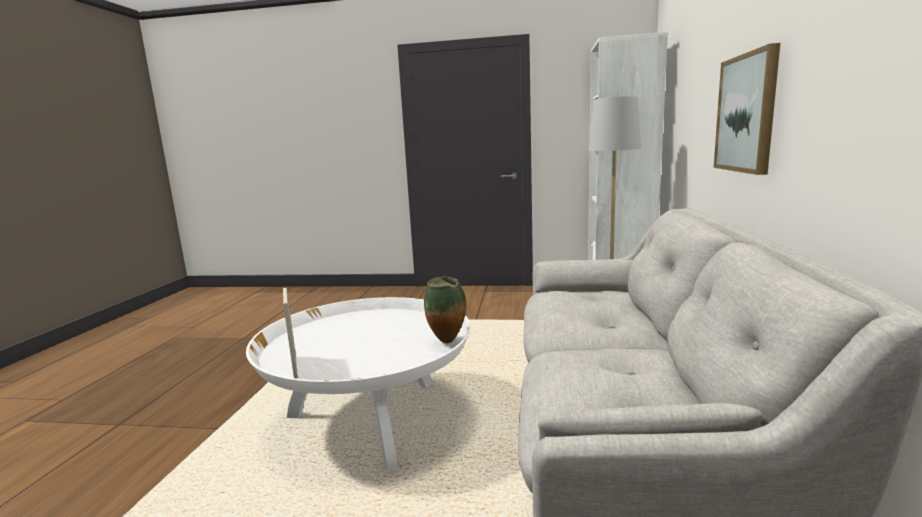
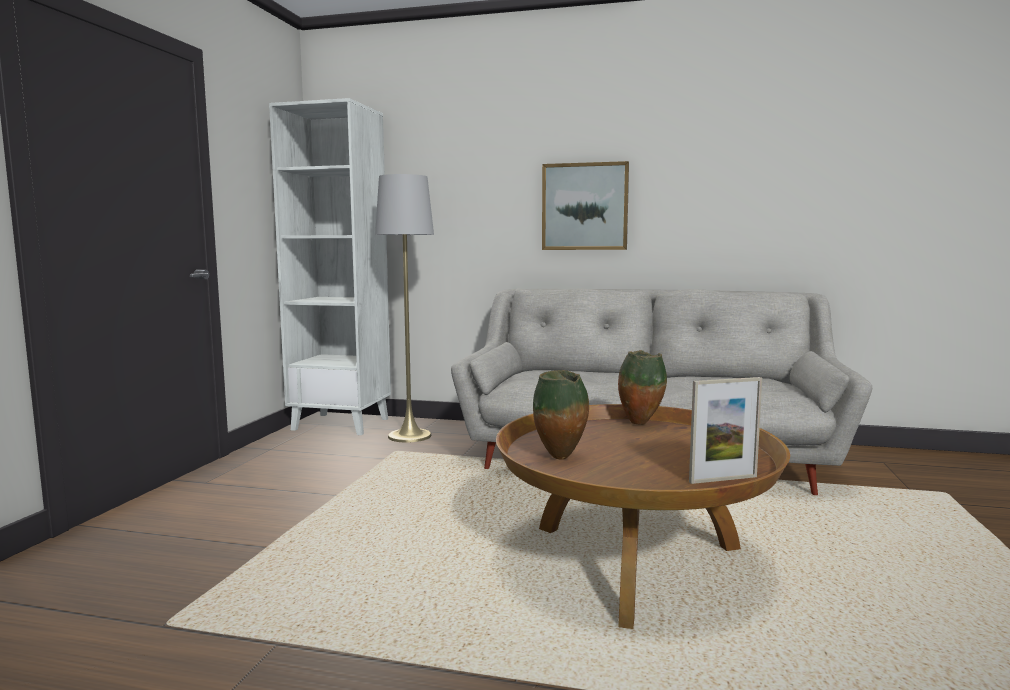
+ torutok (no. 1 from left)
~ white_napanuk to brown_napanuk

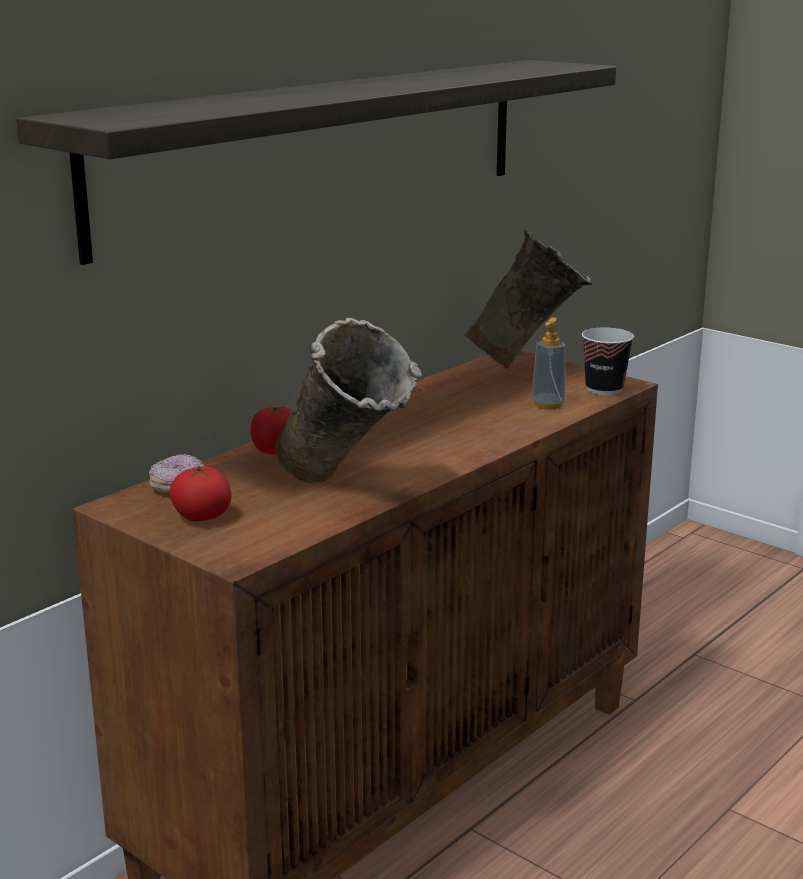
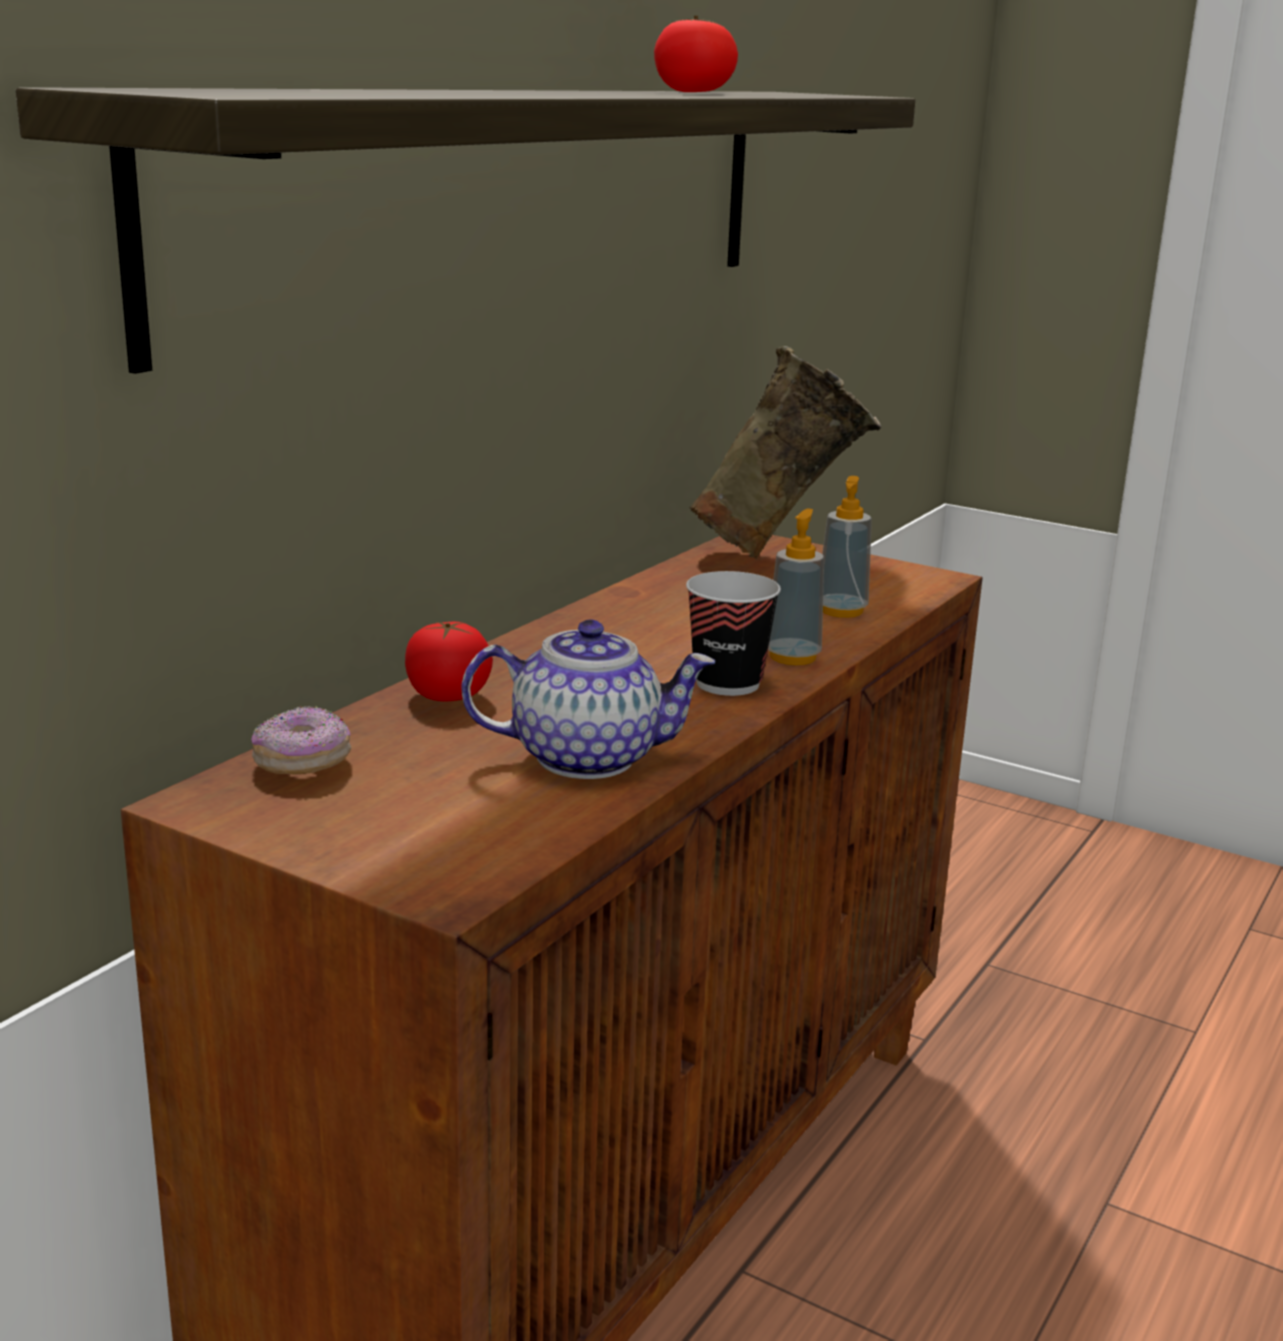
+ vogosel (no. 1 from left)
~ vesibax (no. 1 from left in the first image) to vesibax (no. 2 from left)
~ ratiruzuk
~ beige_torutok (no. 1 from left) to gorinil

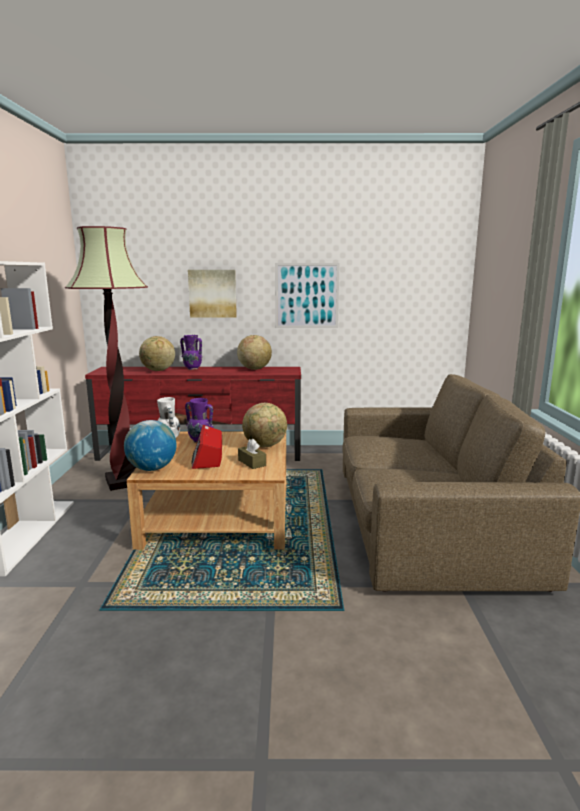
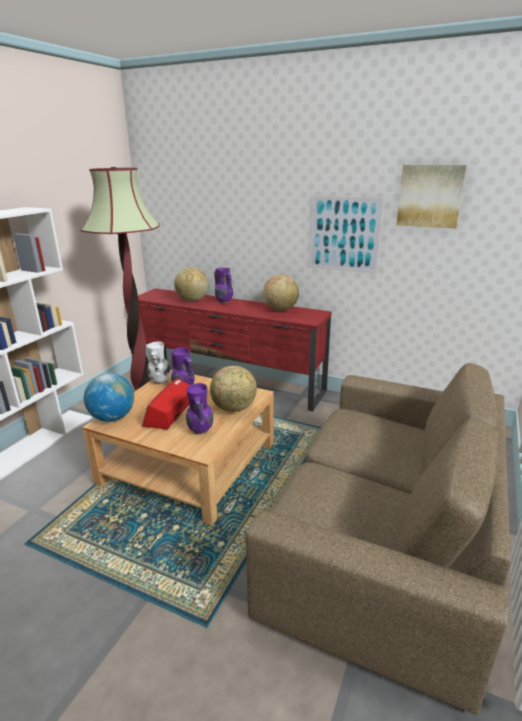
~ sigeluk (no. 1 from left in the first image) to sigeluk (no. 2 from left)
~ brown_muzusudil to purple_torutok (no. 2 from left)

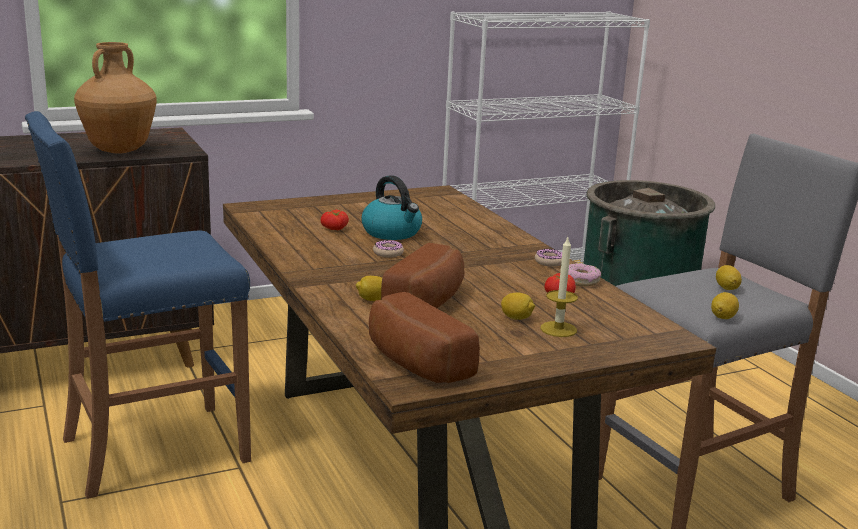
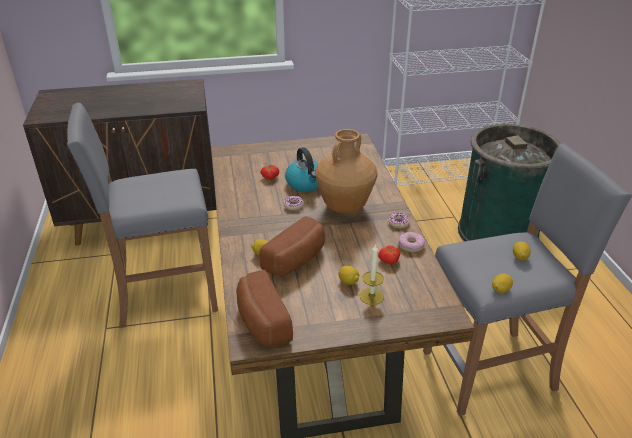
~ brown_torutok
~ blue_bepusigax to grey_bepusigax (no. 1 from left)

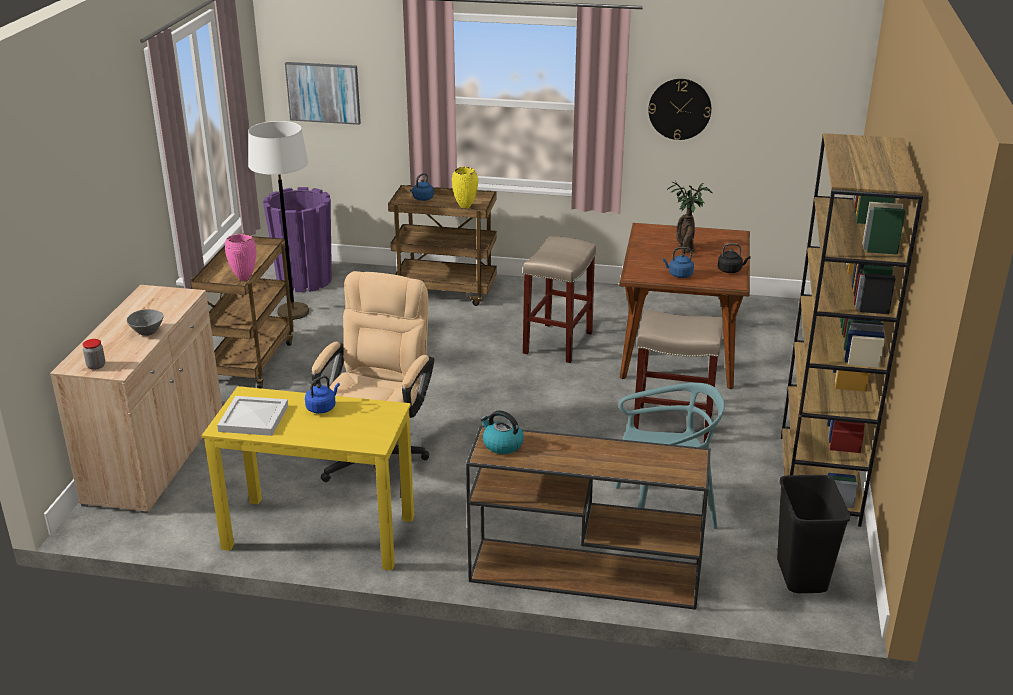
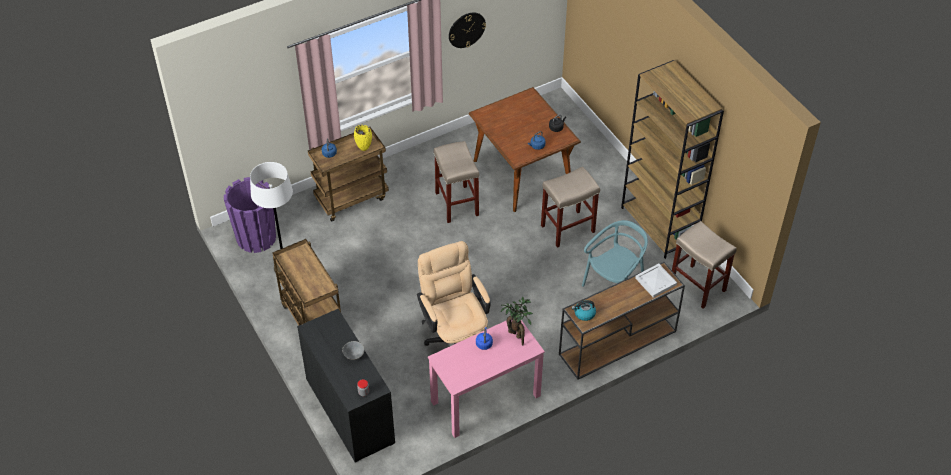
- pink_torutok
- sigeluk
~ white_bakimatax
~ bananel
~ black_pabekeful to beige_bepusigax (no. 3 from left)
~ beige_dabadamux to black_dabadamux
~ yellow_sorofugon to pink_sorofugon

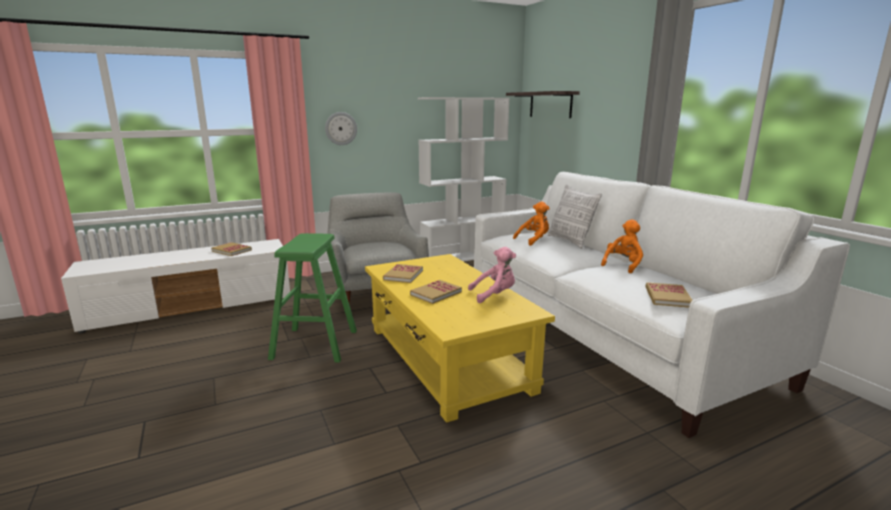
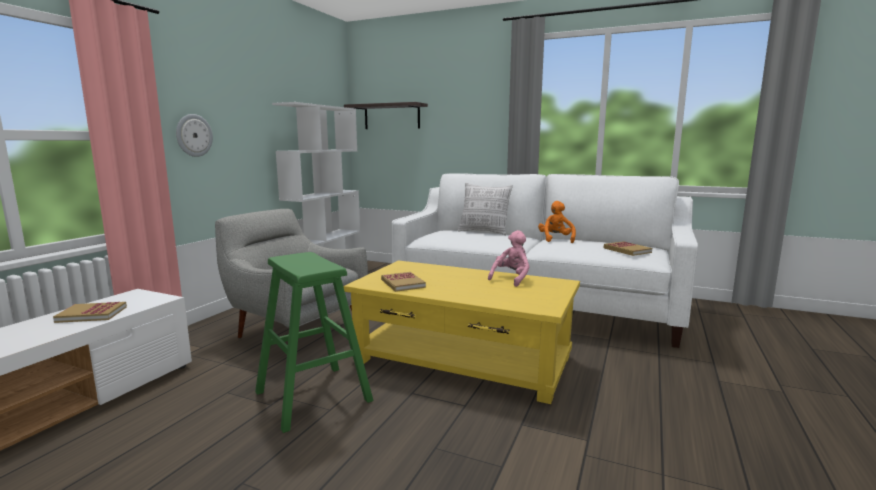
- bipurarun (no. 3 from left)
- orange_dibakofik (no. 1 from left)

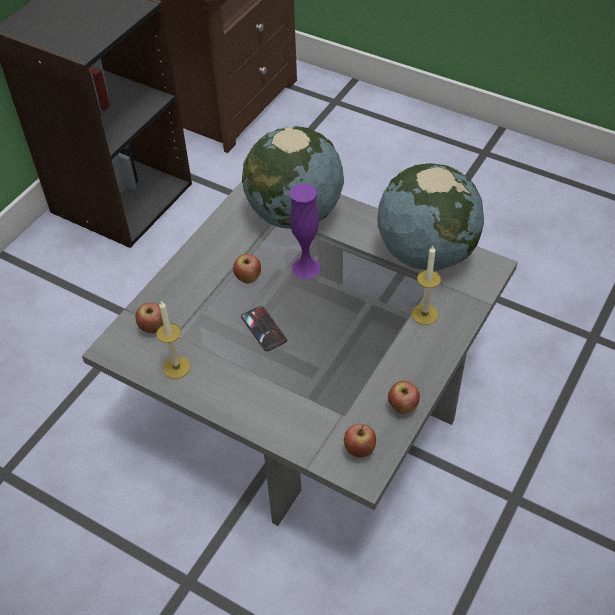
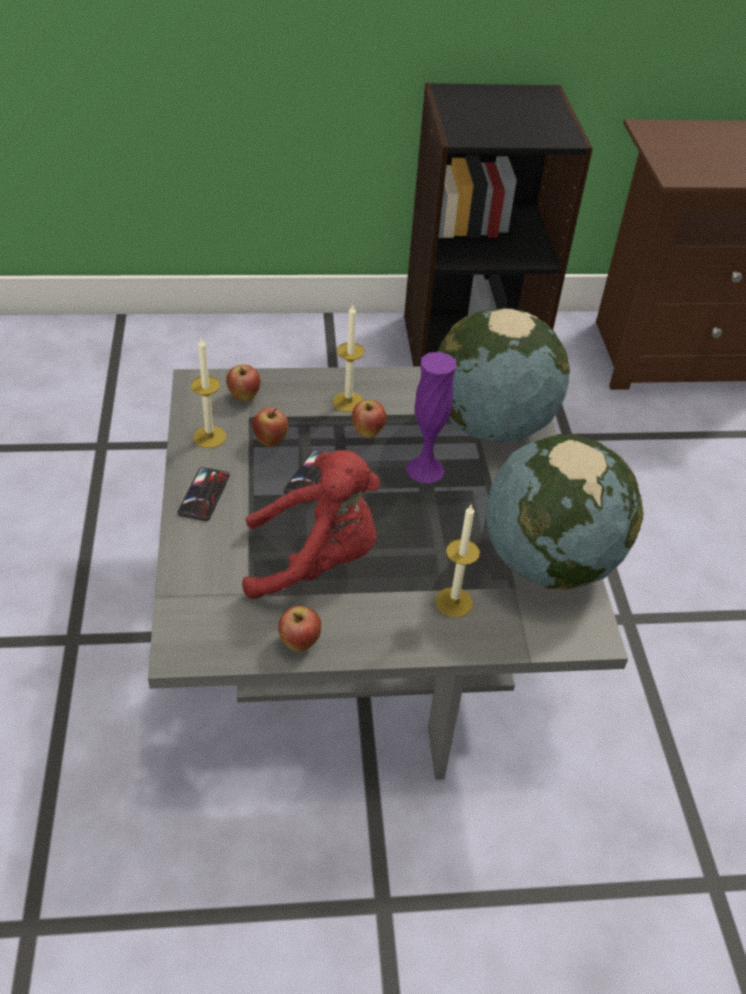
+ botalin (no. 1 from left)
+ red_dibakofik
+ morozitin (no. 2 from left)
~ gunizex (no. 3 from left in the first image) to gunizex (no. 2 from left)

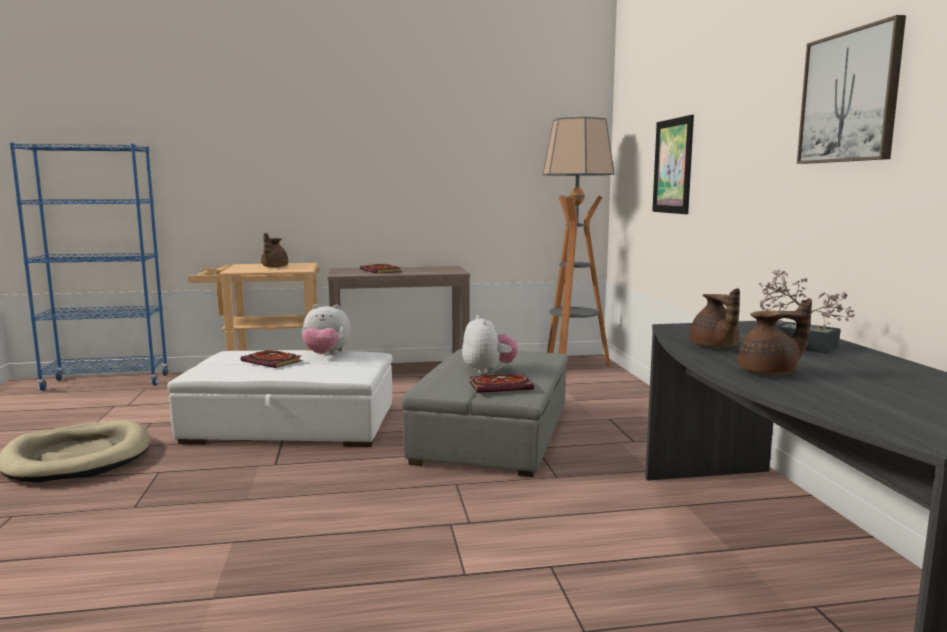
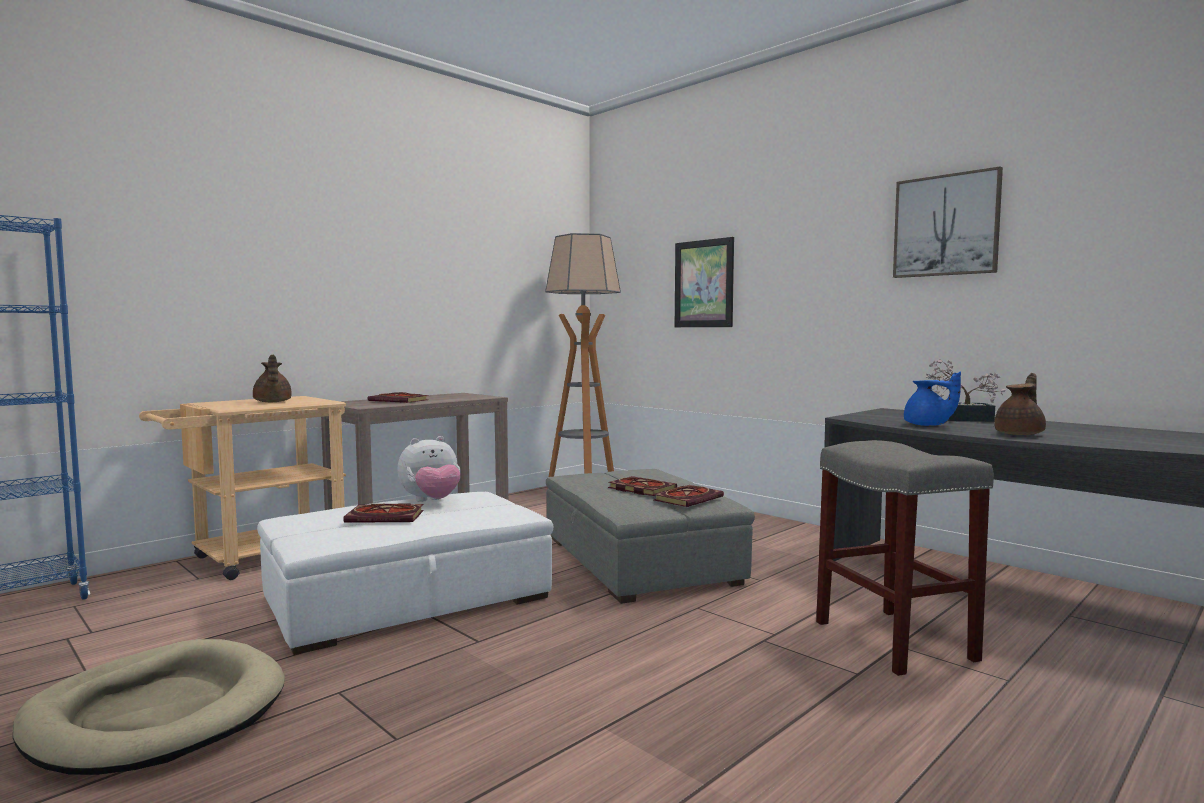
+ grey_bepusigax
~ dibakofik (no. 2 from left) to bipurarun (no. 3 from left)
~ brown_gorinil (no. 2 from left) to blue_gorinil

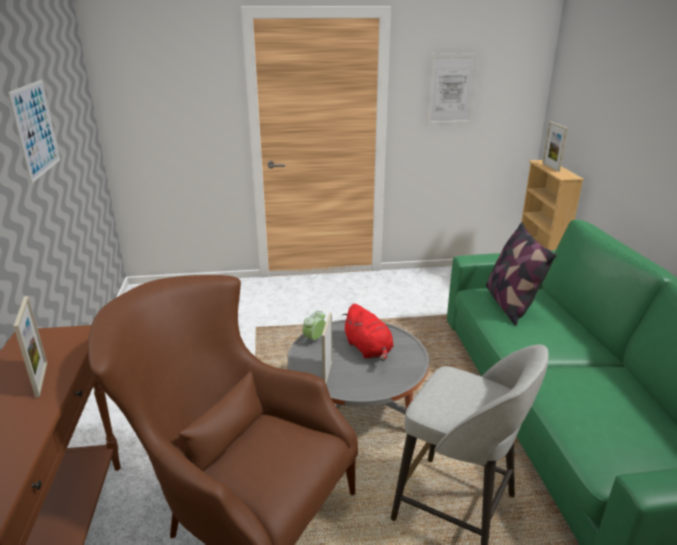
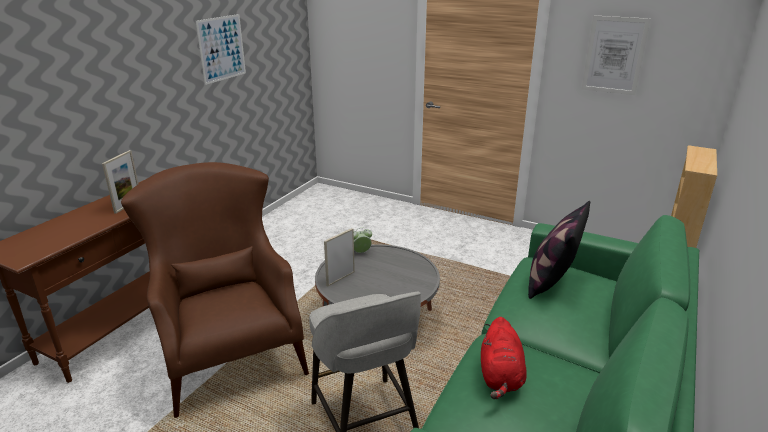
- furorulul (no. 3 from left)
~ red_dibakofik

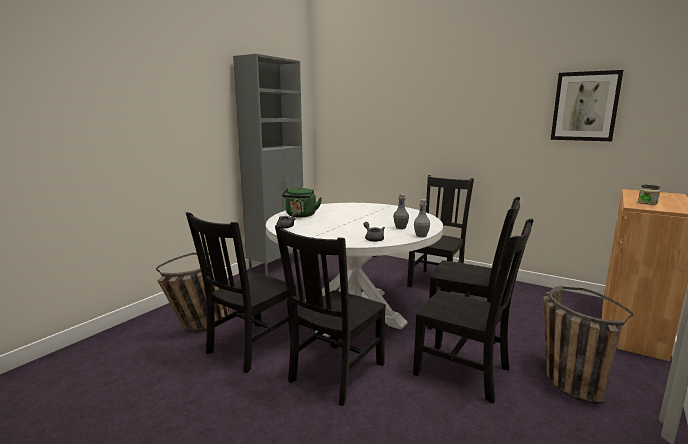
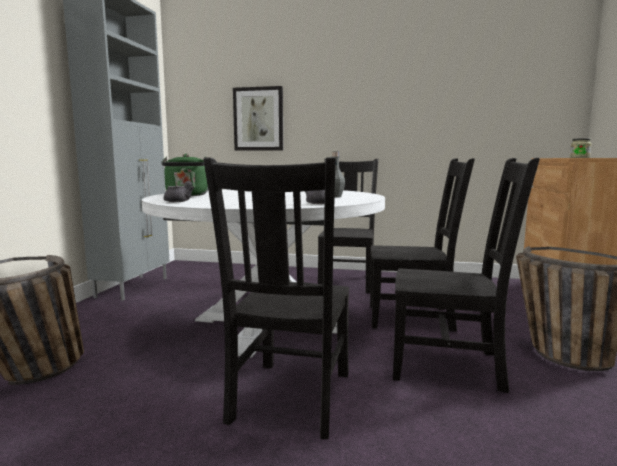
- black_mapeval (no. 1 from left)
- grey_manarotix (no. 2 from left)
~ sigeluk

